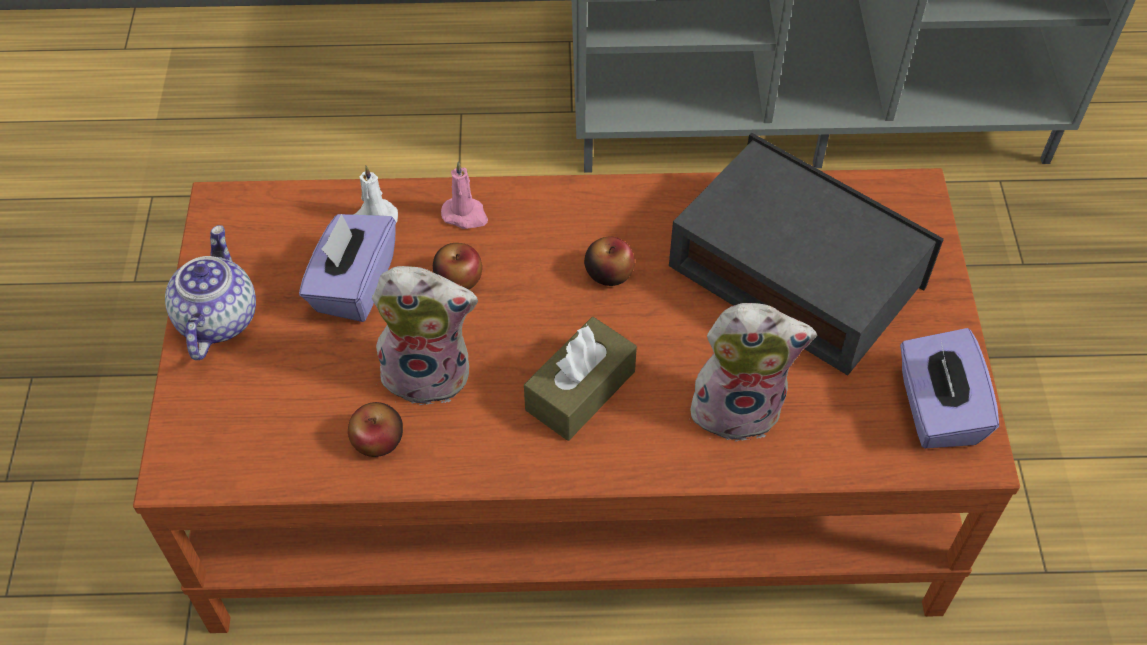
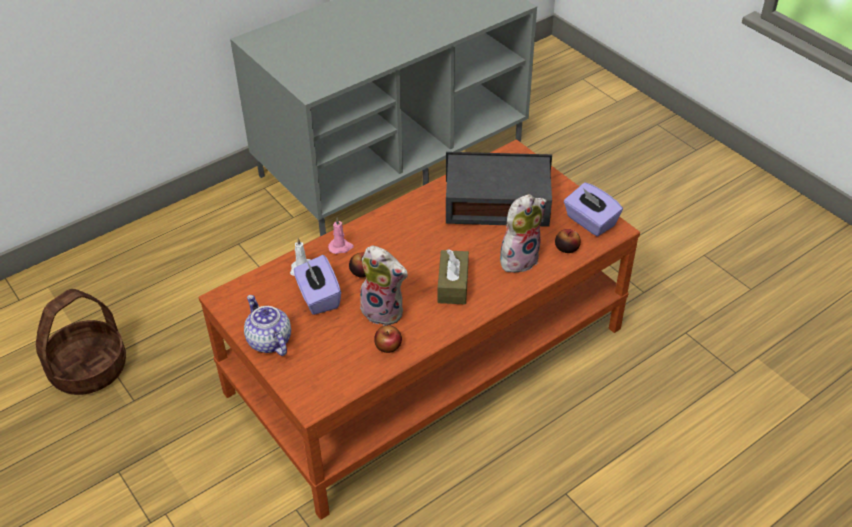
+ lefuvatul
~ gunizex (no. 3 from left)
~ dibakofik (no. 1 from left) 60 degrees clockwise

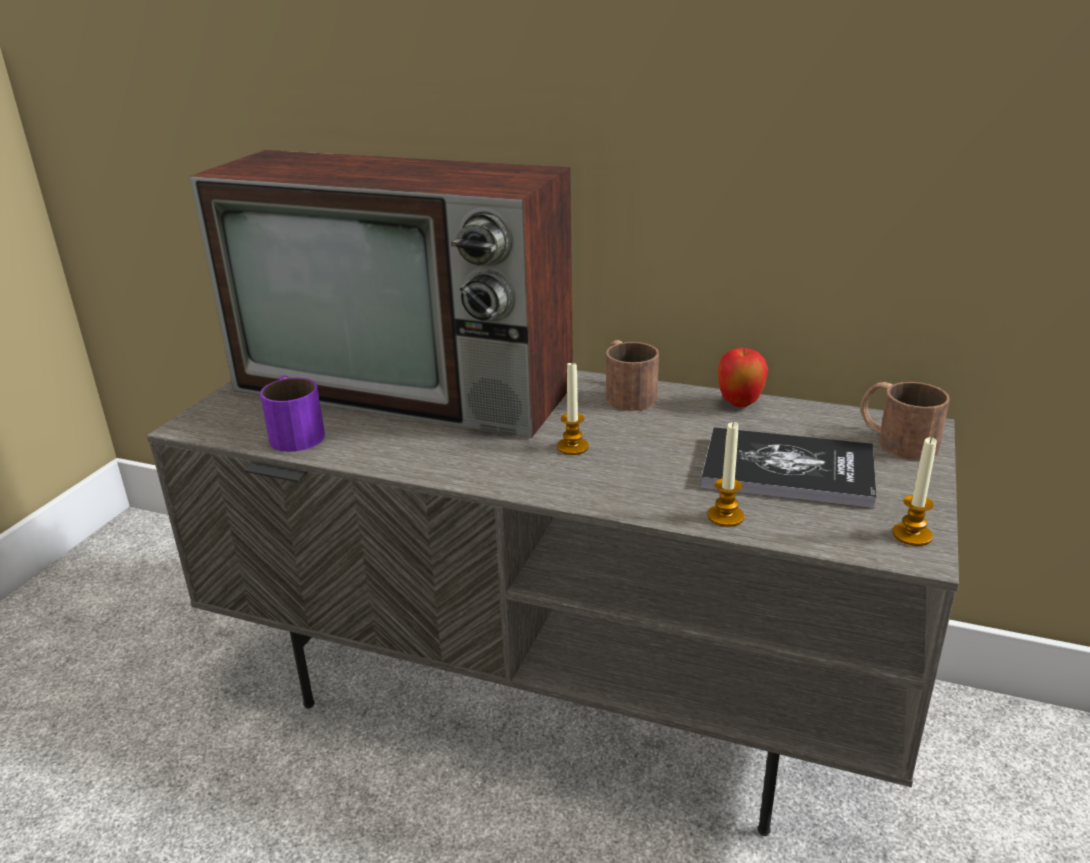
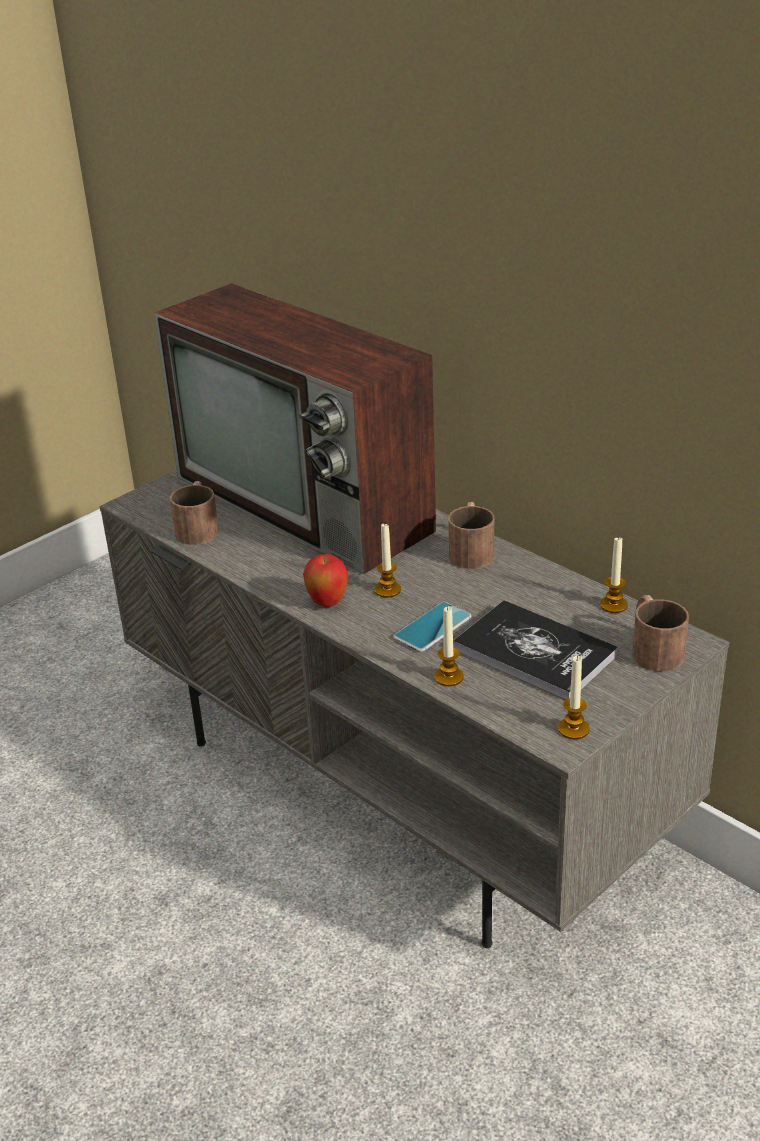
+ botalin
+ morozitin (no. 4 from left)
~ gunizex
~ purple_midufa to brown_midufa (no. 1 from left)

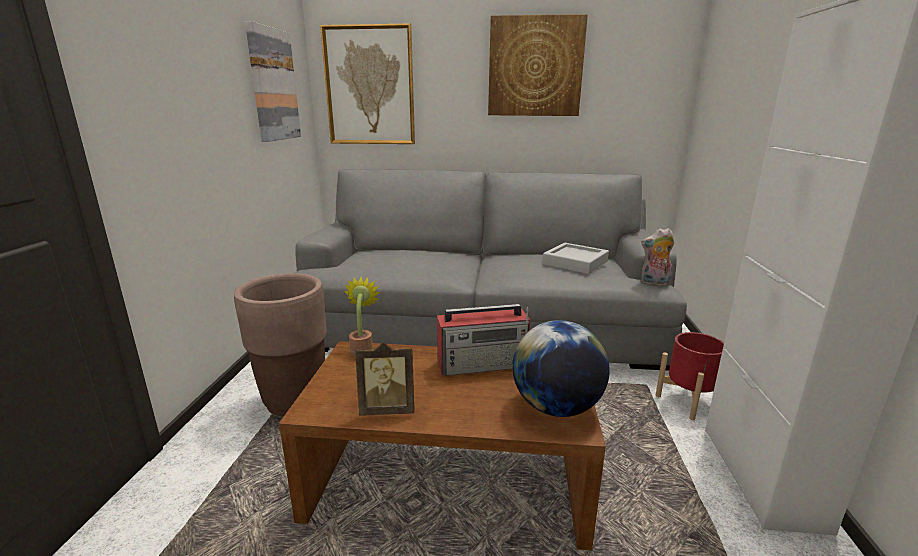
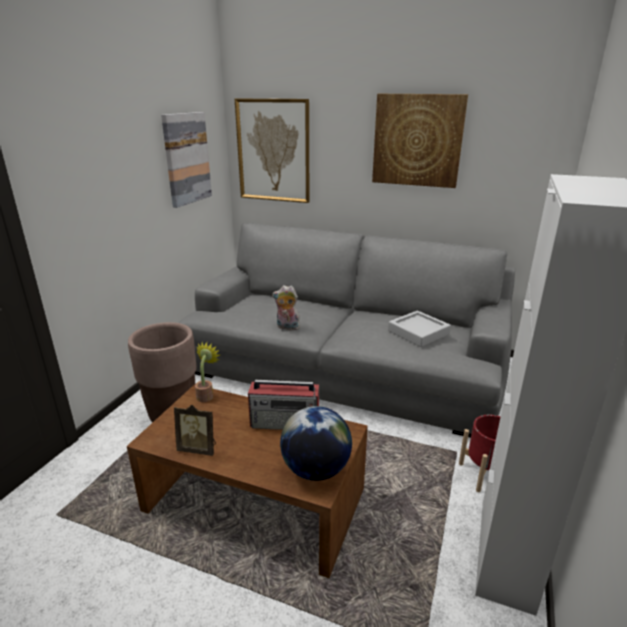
~ dibakofik

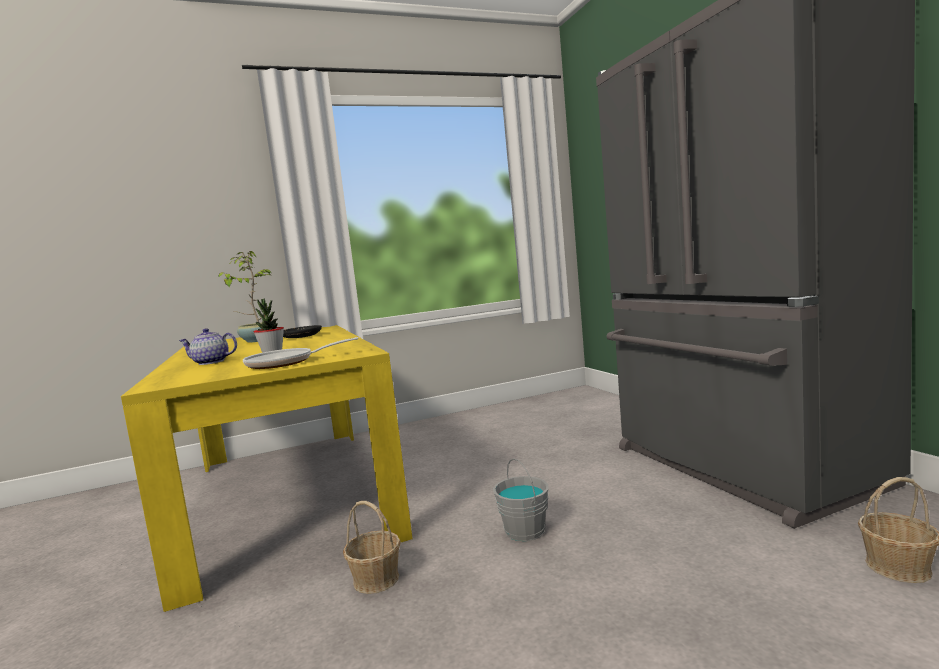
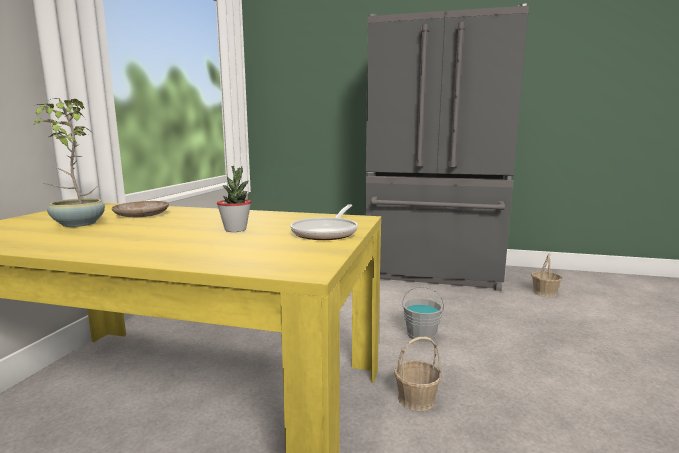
- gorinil
~ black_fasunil to beige_fasunil

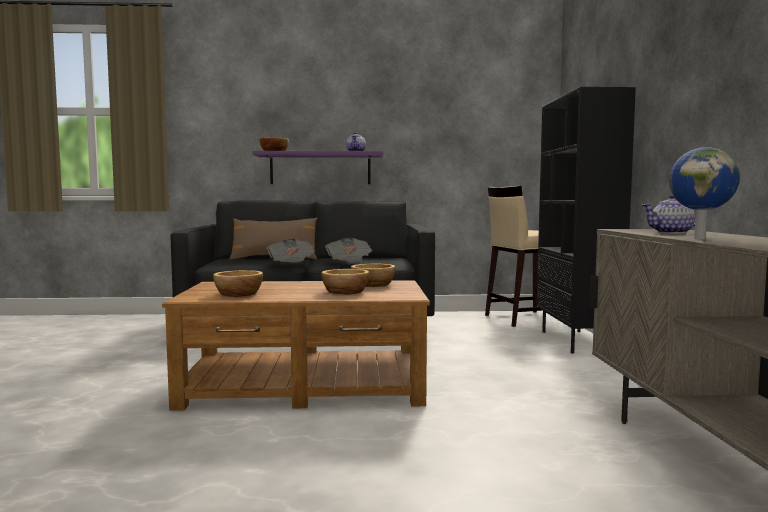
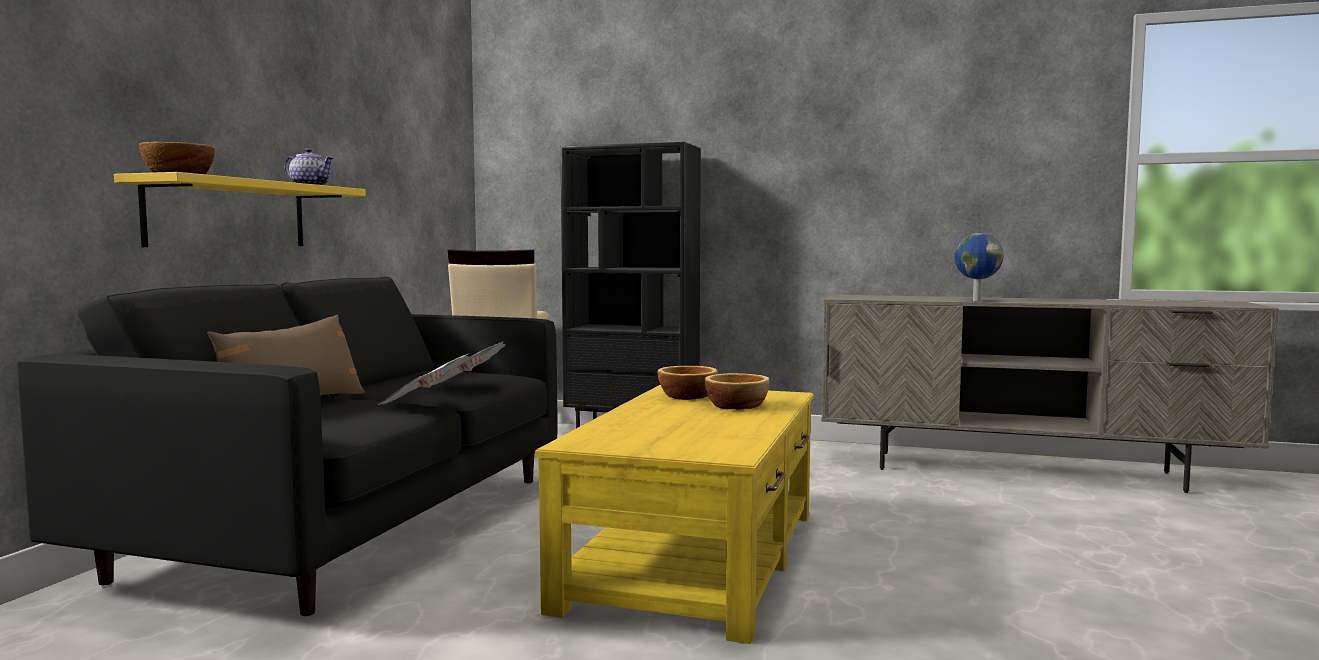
- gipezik (no. 1 from left)
- gorinil (no. 2 from left)
~ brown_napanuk to yellow_napanuk
~ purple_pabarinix to yellow_pabarinix

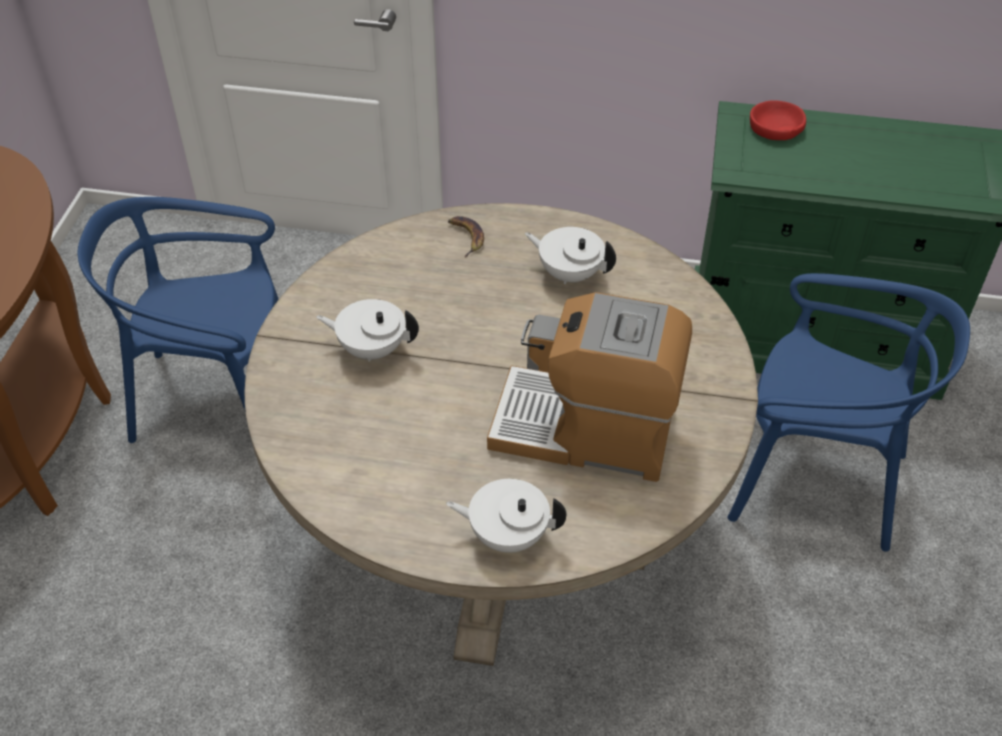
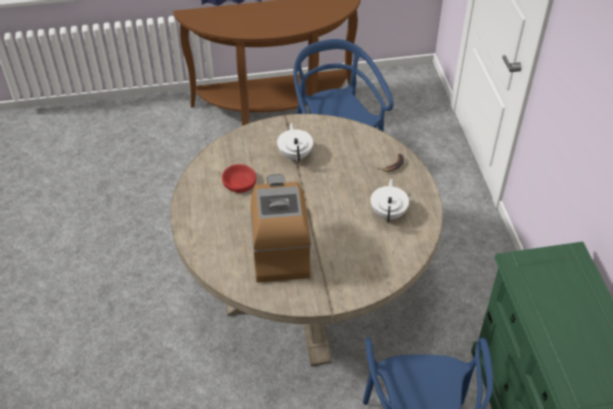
- white_gorinil (no. 2 from left)
~ red_gipezik

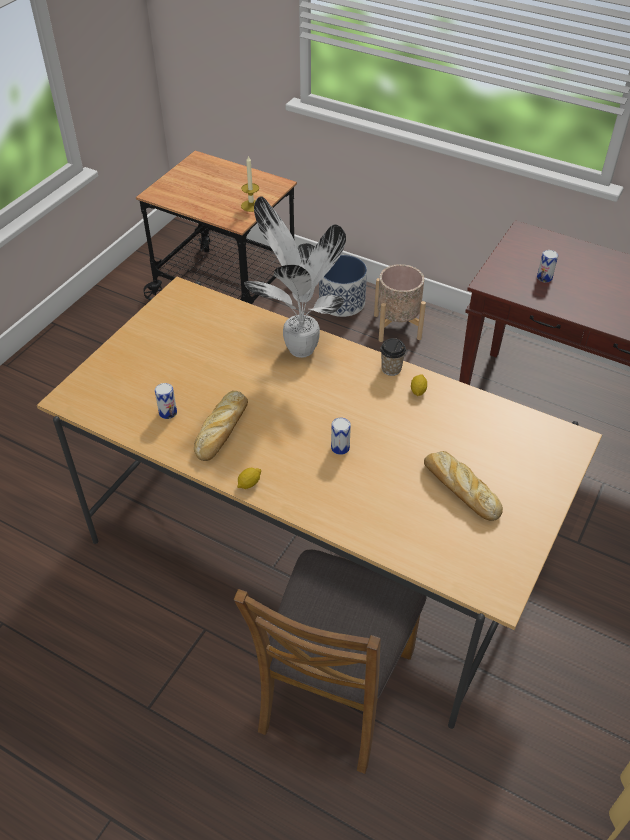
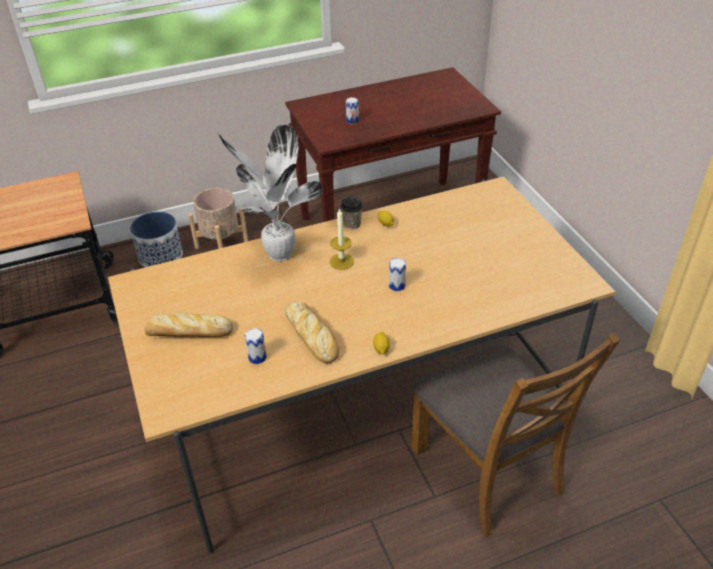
~ morozitin
~ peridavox (no. 2 from left in the first image) to peridavox (no. 1 from left)

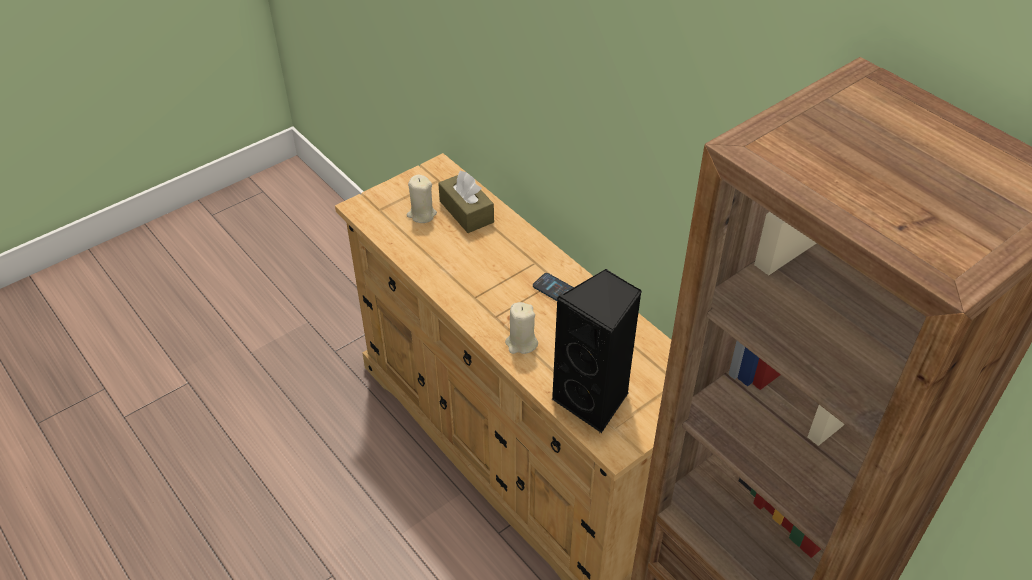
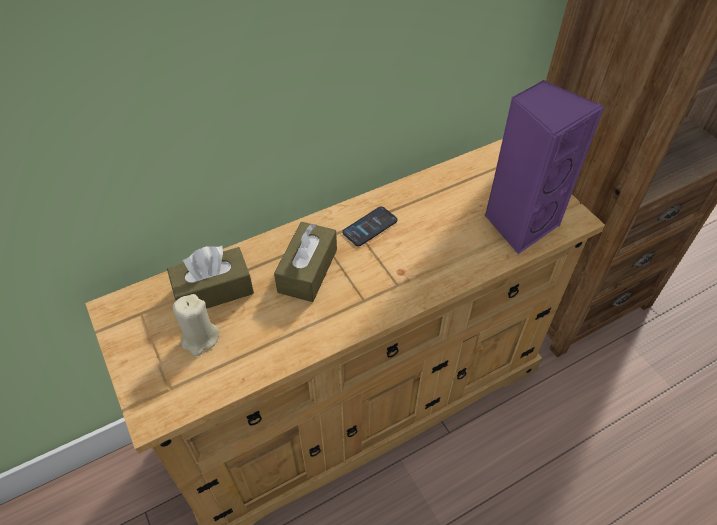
- beige_morozitin (no. 2 from left)
+ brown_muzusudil (no. 2 from left)
~ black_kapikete to purple_kapikete

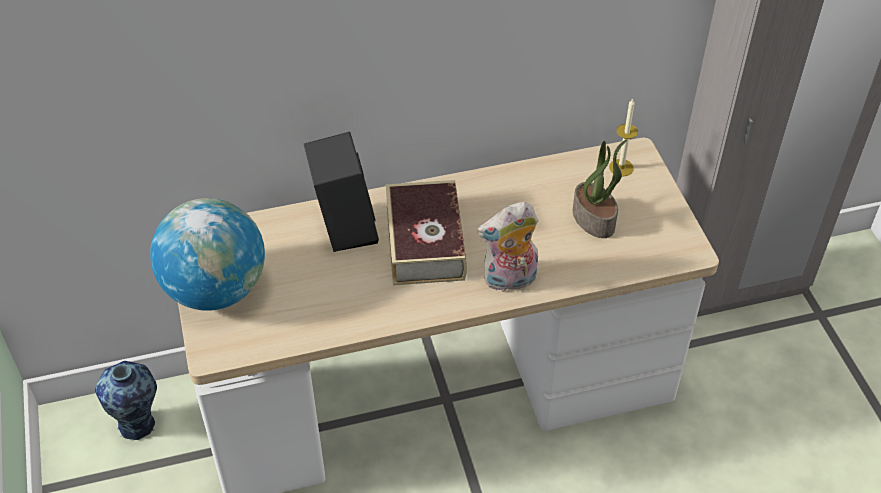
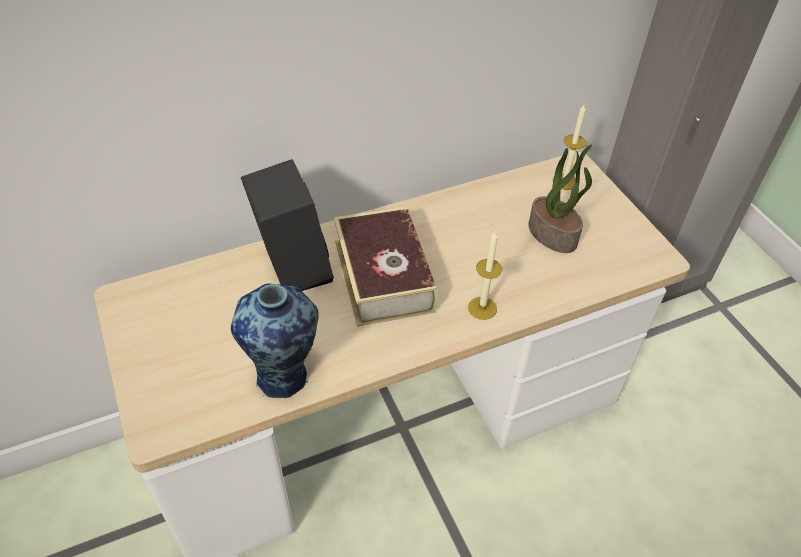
- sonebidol
~ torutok
~ dibakofik to morozitin (no. 1 from left)

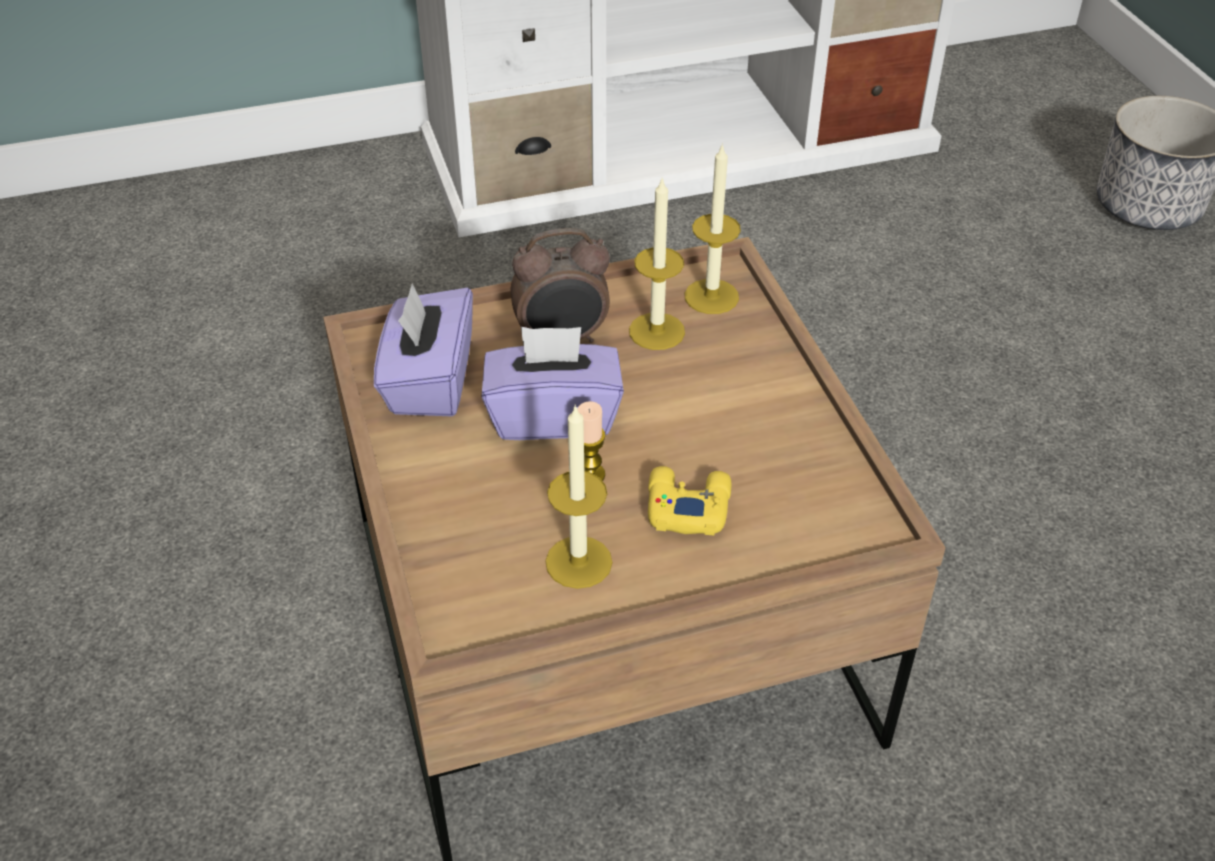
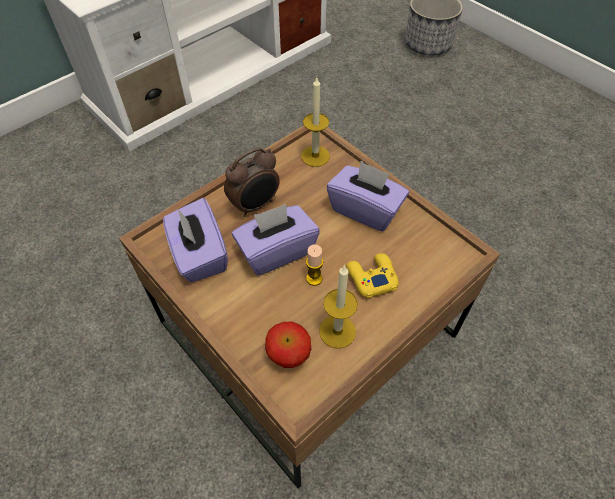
- morozitin (no. 3 from left)
+ gunizex
+ purple_muzusudil (no. 3 from left)

